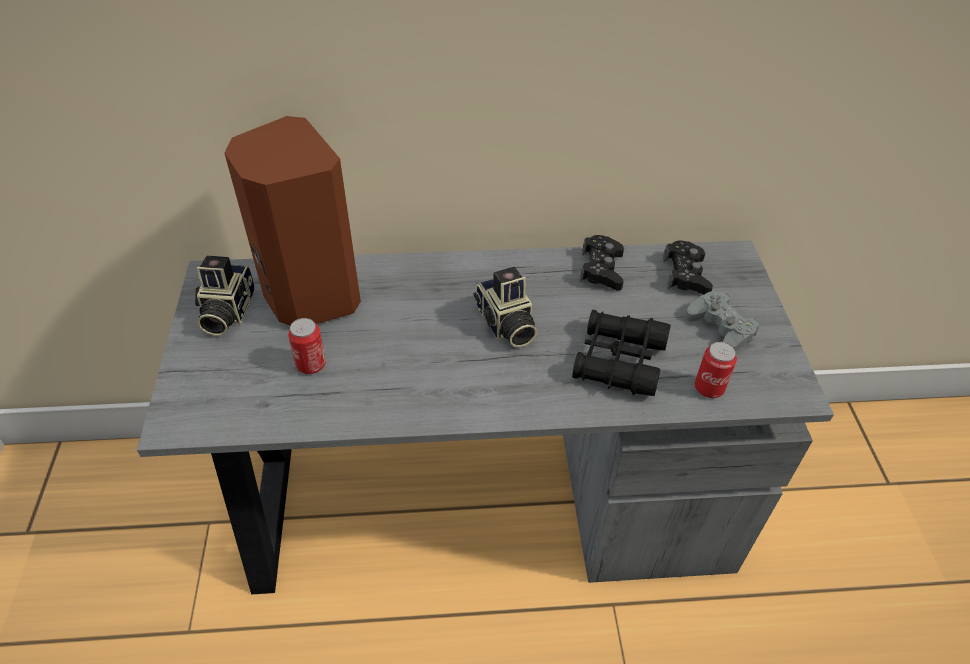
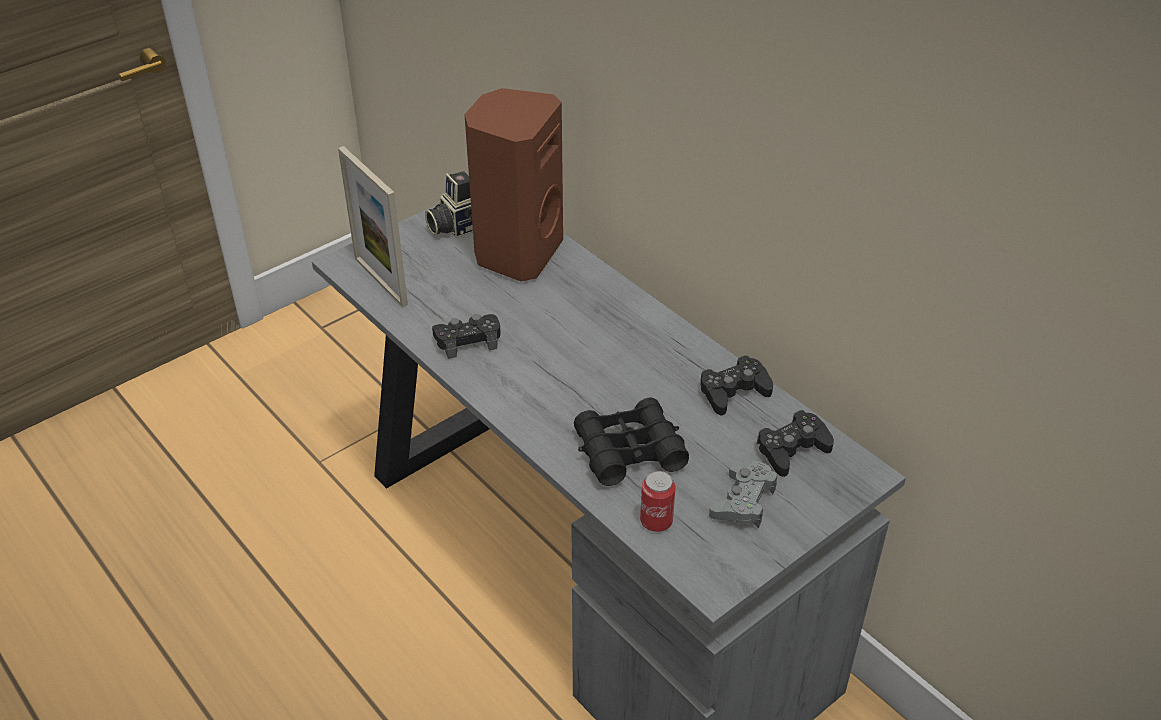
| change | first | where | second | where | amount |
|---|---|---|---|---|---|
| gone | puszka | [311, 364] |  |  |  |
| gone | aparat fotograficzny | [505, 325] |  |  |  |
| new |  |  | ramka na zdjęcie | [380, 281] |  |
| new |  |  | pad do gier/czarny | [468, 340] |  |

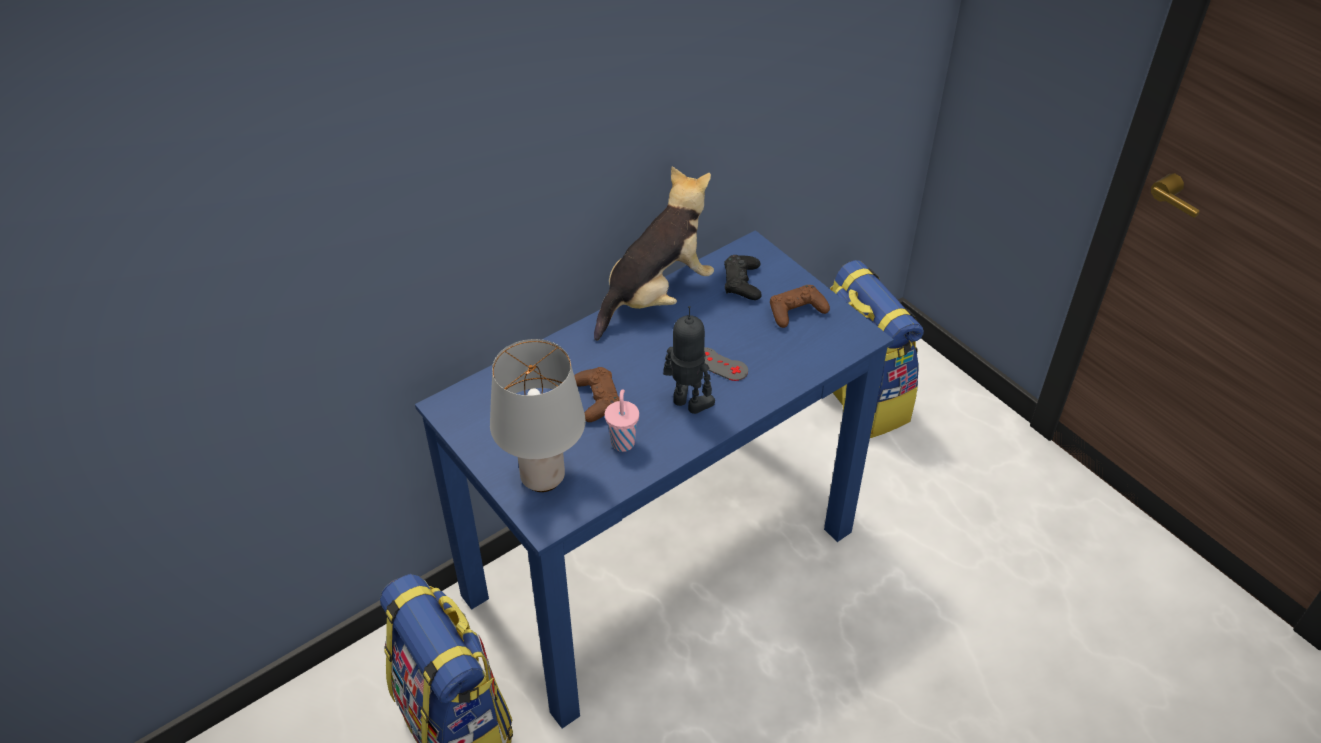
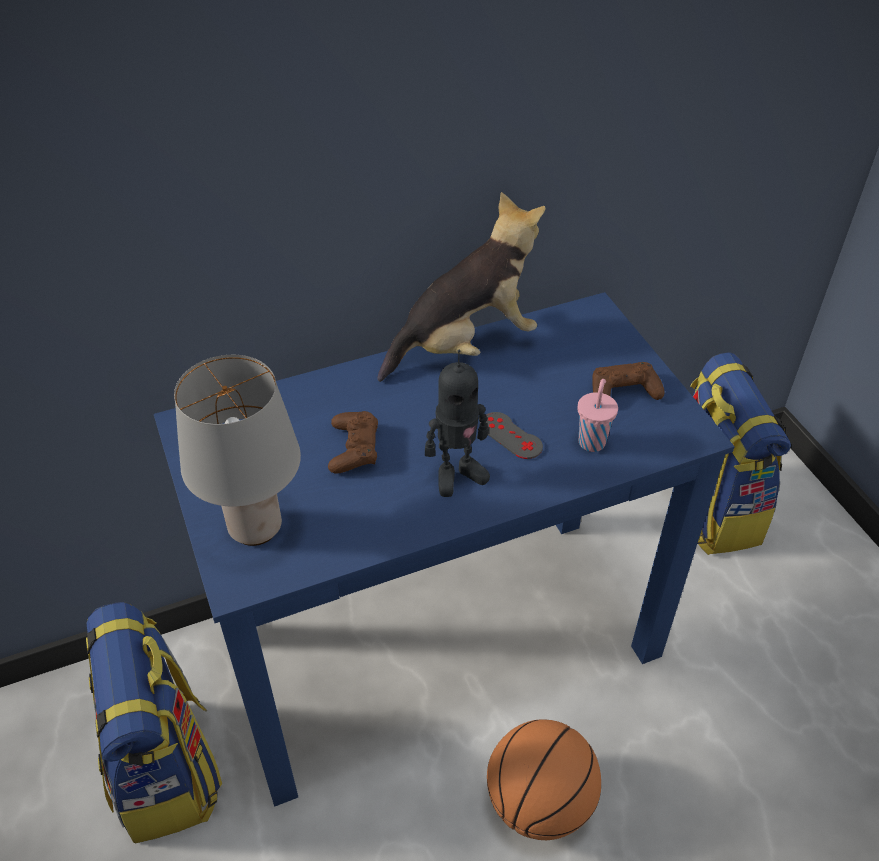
| change | first | where | second | where | amount |
|---|---|---|---|---|---|
| gone | pad do gier/czarny | [742, 283] |  |  |  |
| new |  |  | piłka do koszykówki | [539, 802] |  |
| shifted | filiżanka/różowy | [623, 441] |  | [592, 441] |  |
| rotated | robot zabawkowy | [688, 403] |  | [457, 474] | 105 degrees clockwise |

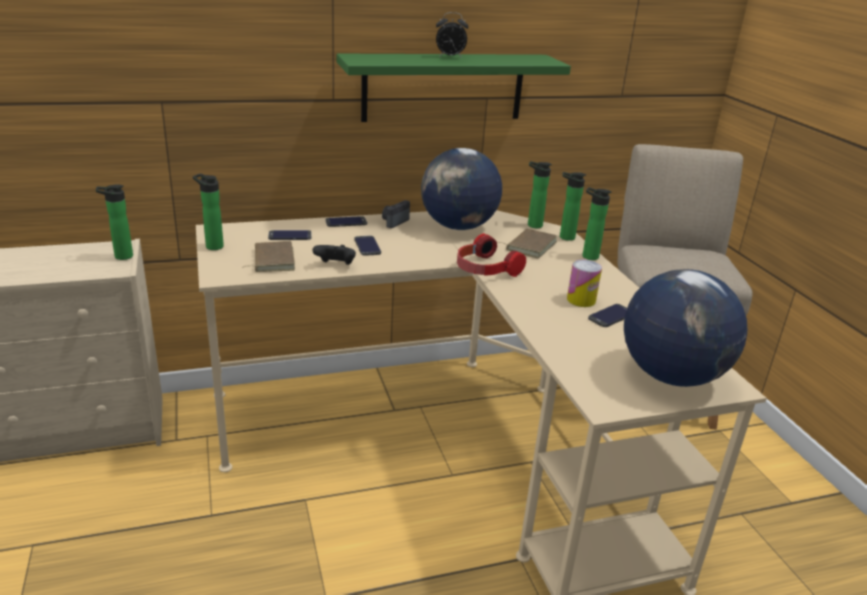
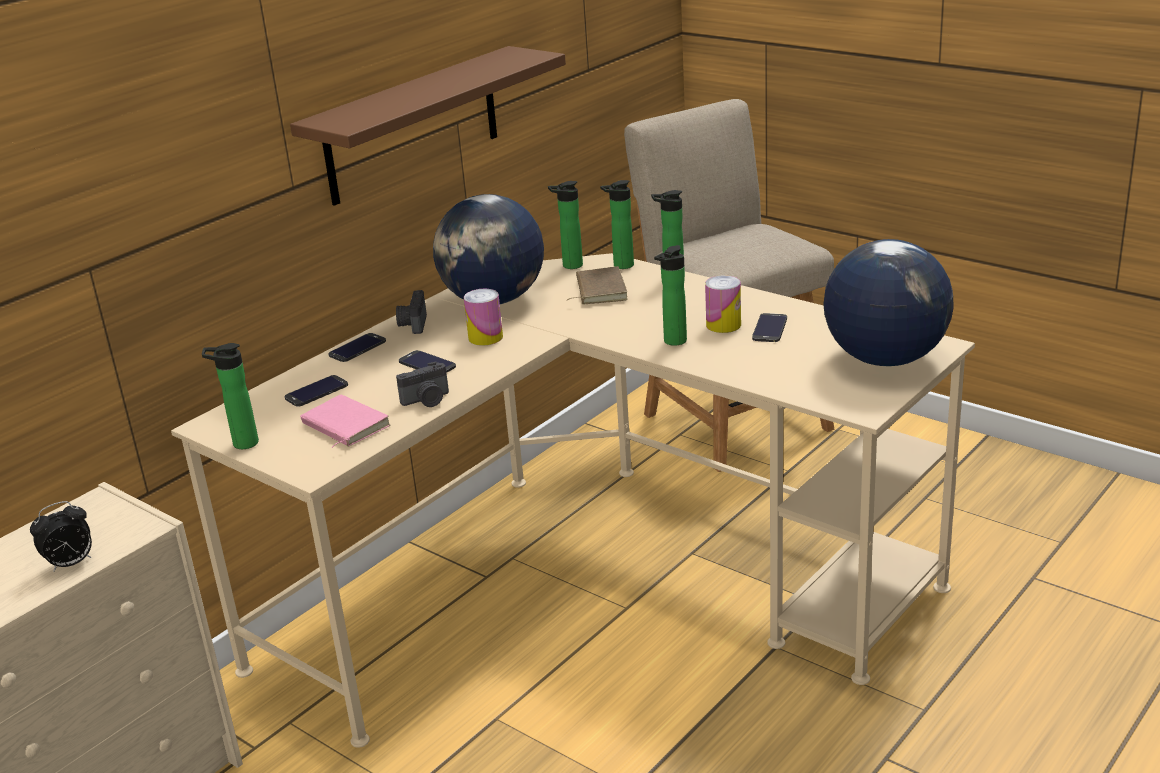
| change | first | where | second | where | amount |
|---|---|---|---|---|---|
| gone | słuchawki | [484, 269] |  |  |  |
| new |  |  | puszka | [485, 337] |  |
| shifted | butelka | [120, 256] |  | [673, 342] |  |
| shifted | budzik | [450, 57] |  | [71, 564] |  |
| swapped | pad do gier/czarny | [335, 266] | aparat fotograficzny | [427, 400] |  |
| repainted | książka/brązowy | [272, 260] | książka/różowy | [343, 426] |  |
| repainted | półka/zielony | [443, 87] | półka/brązowy | [412, 126] |  |

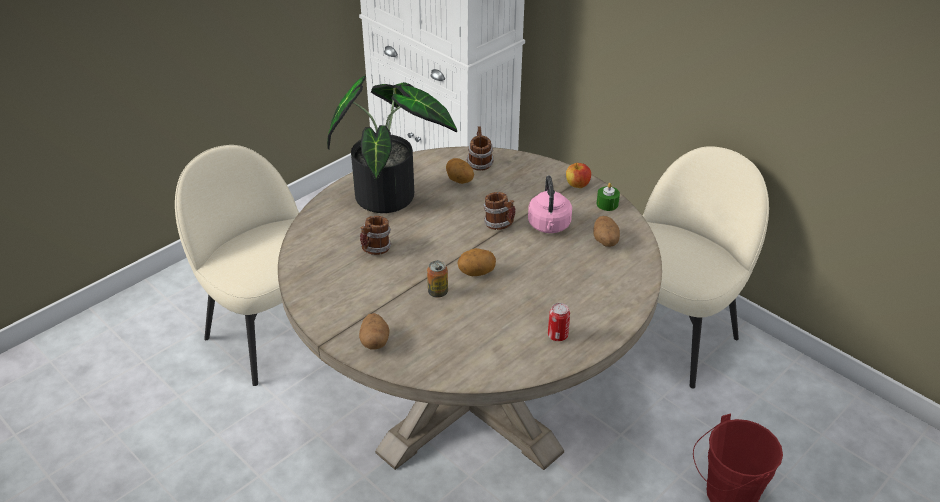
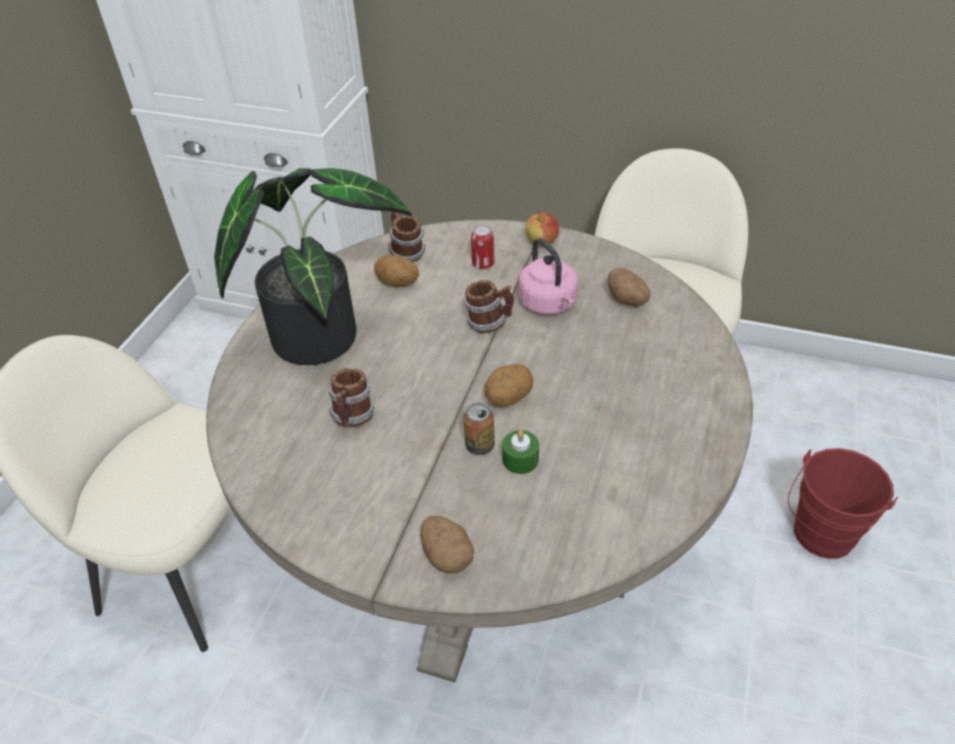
| change | first | where | second | where | amount |
|---|---|---|---|---|---|
| shifted | puszka | [557, 335] |  | [483, 264] |  |
| shifted | świeca/zielony | [607, 204] |  | [520, 459] |  |

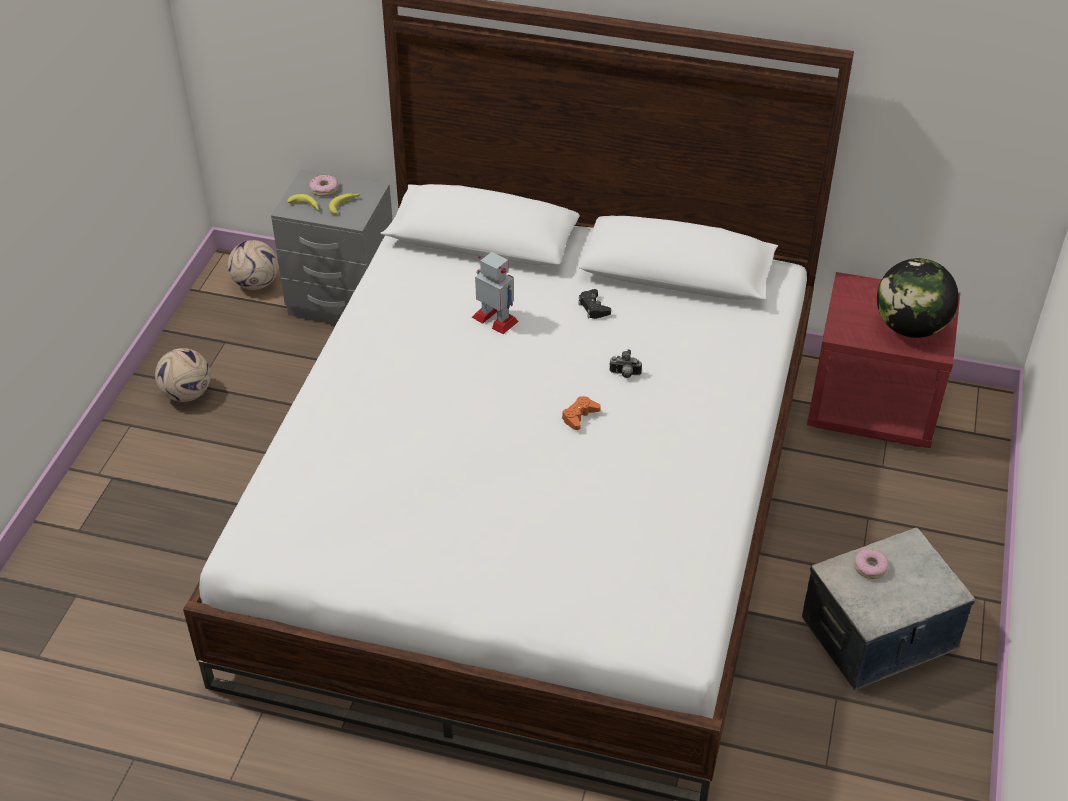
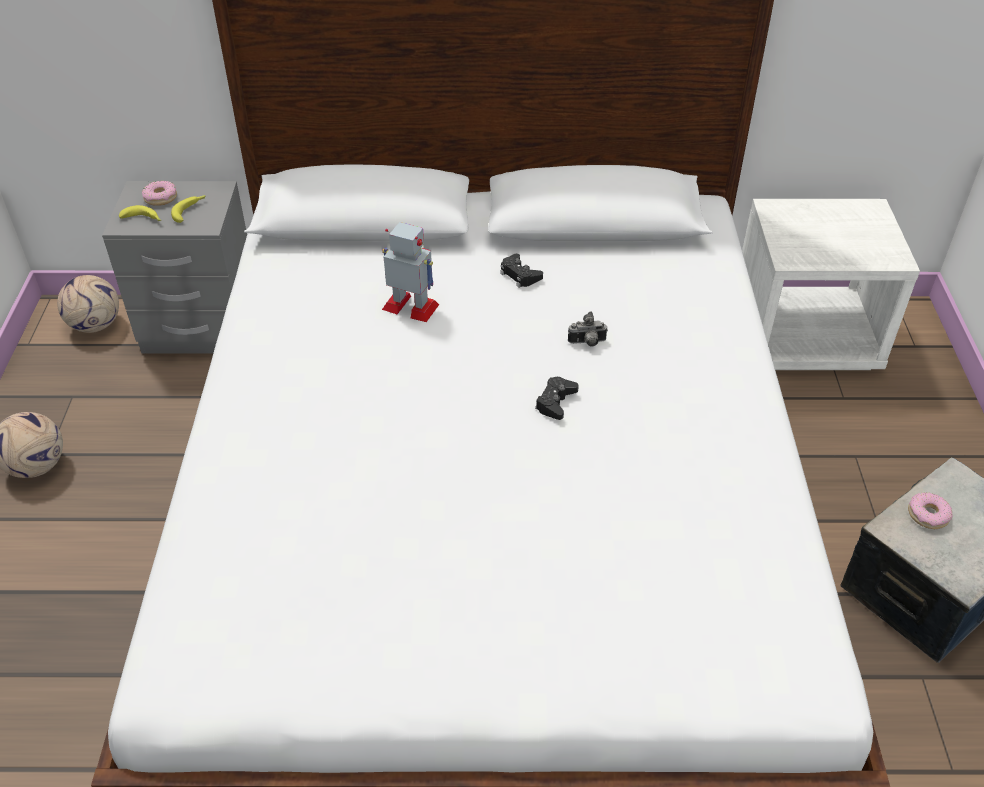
| change | first | where | second | where | amount |
|---|---|---|---|---|---|
| gone | globus | [910, 327] |  |  |  |
| repainted | pad do gier/pomarańczowy | [579, 416] | pad do gier/czarny | [555, 402] |  |
| repainted | szafka nocna/czerwony | [873, 406] | szafka nocna/biały | [804, 337] |  |

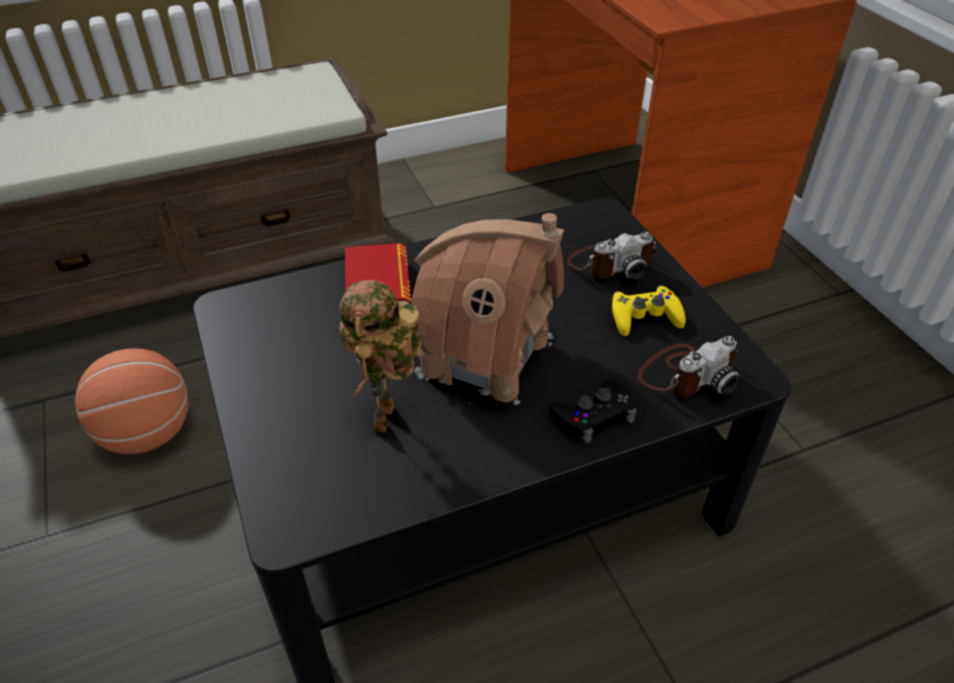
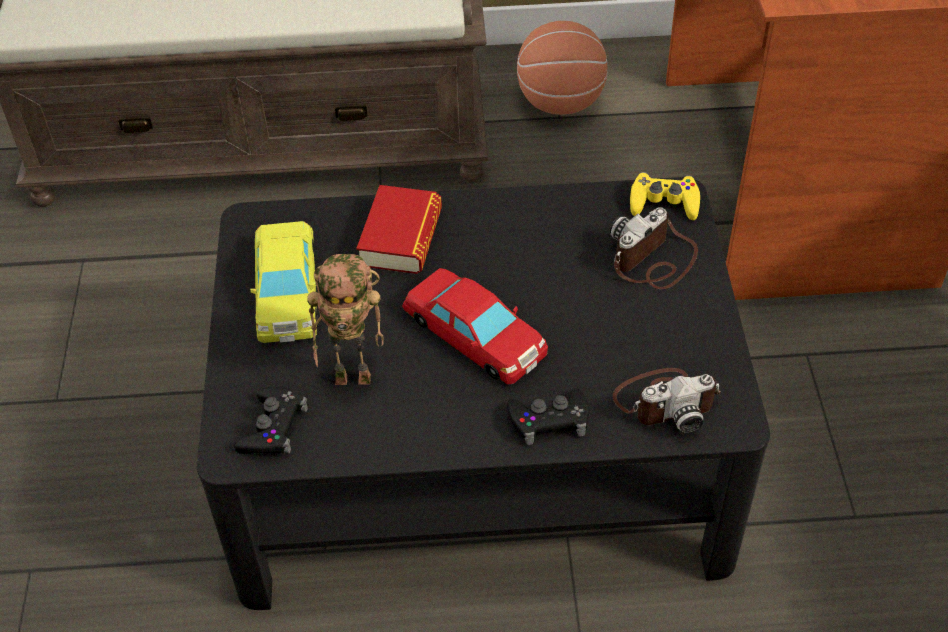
| change | first | where | second | where | amount |
|---|---|---|---|---|---|
| new |  |  | pad do gier/czarny | [273, 427] |  |
| new |  |  | samochodzik/żółty | [286, 290] |  |
| shifted | piłka do koszykówki | [148, 433] |  | [561, 103] |  |
| shifted | pad do gier/żółty | [644, 317] |  | [664, 202] |  |
| swapped | domek | [486, 356] | samochodzik/czerwony | [475, 333] |  |
| rotated | robot zabawkowy | [387, 421] |  | [355, 376] | 120 degrees counterclockwise |
| rotated | aparat fotograficzny | [611, 263] |  | [653, 260] | 135 degrees clockwise |

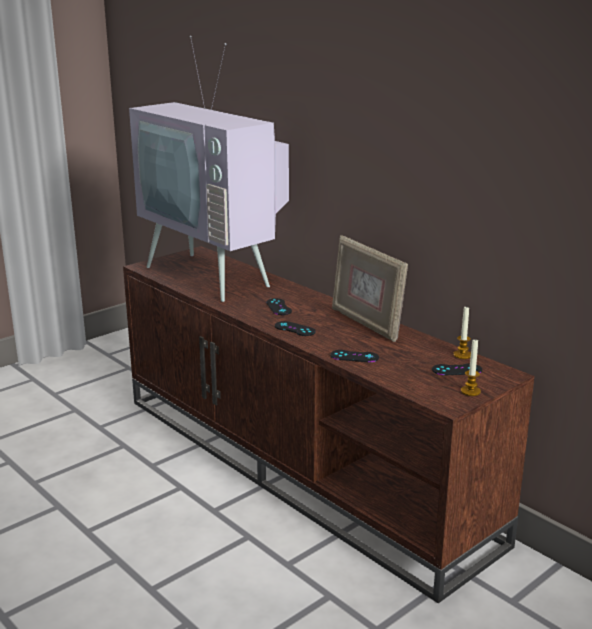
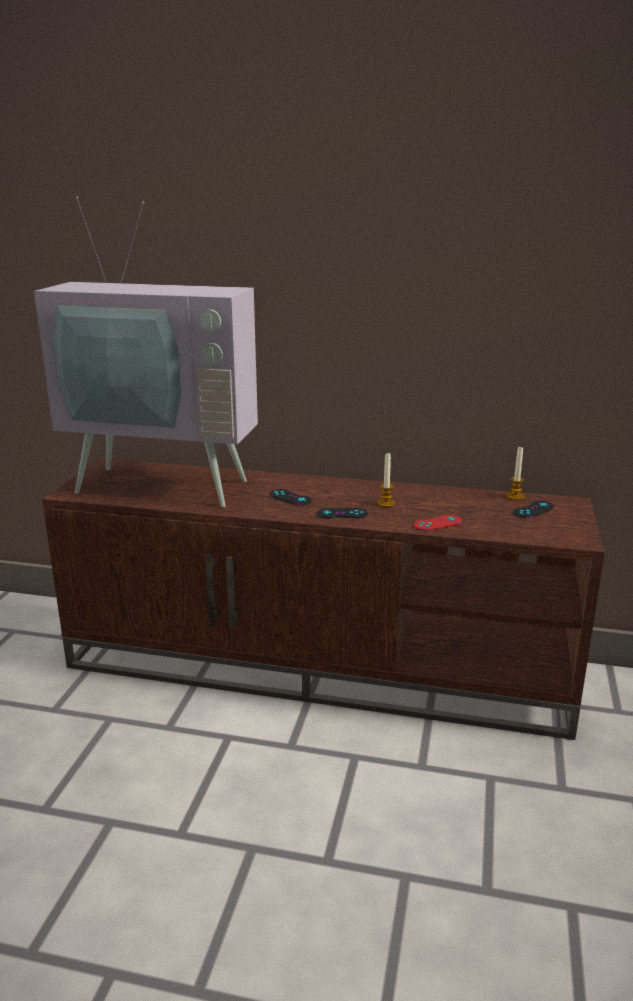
| change | first | where | second | where | amount |
|---|---|---|---|---|---|
| gone | ramka na zdjęcie | [366, 324] |  |  |  |
| shifted | świeca | [470, 391] |  | [386, 503] |  |
| repainted | pad do gier/czarny | [354, 356] | pad do gier/czerwony | [437, 523] |  |

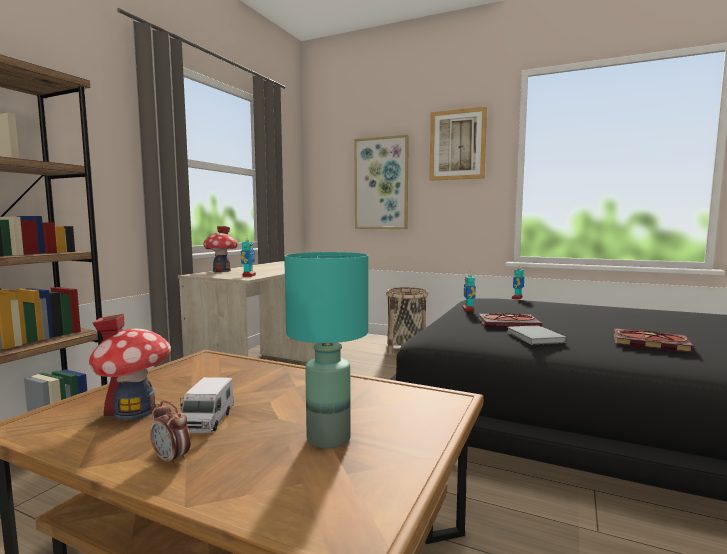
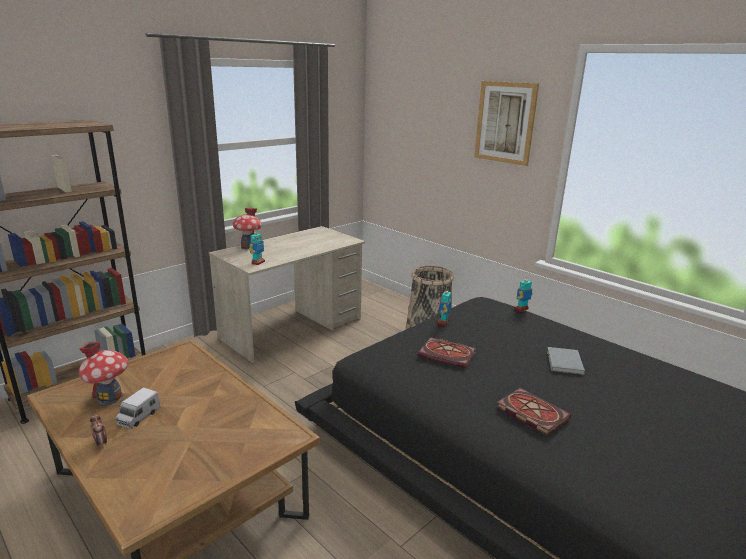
| change | first | where | second | where | amount |
|---|---|---|---|---|---|
| gone | lampa stołowa/turkusowy | [327, 438] |  |  |  |
| gone | obraz | [381, 183] |  |  |  |
| shifted | książka/szary | [534, 338] |  | [564, 363] |  |

